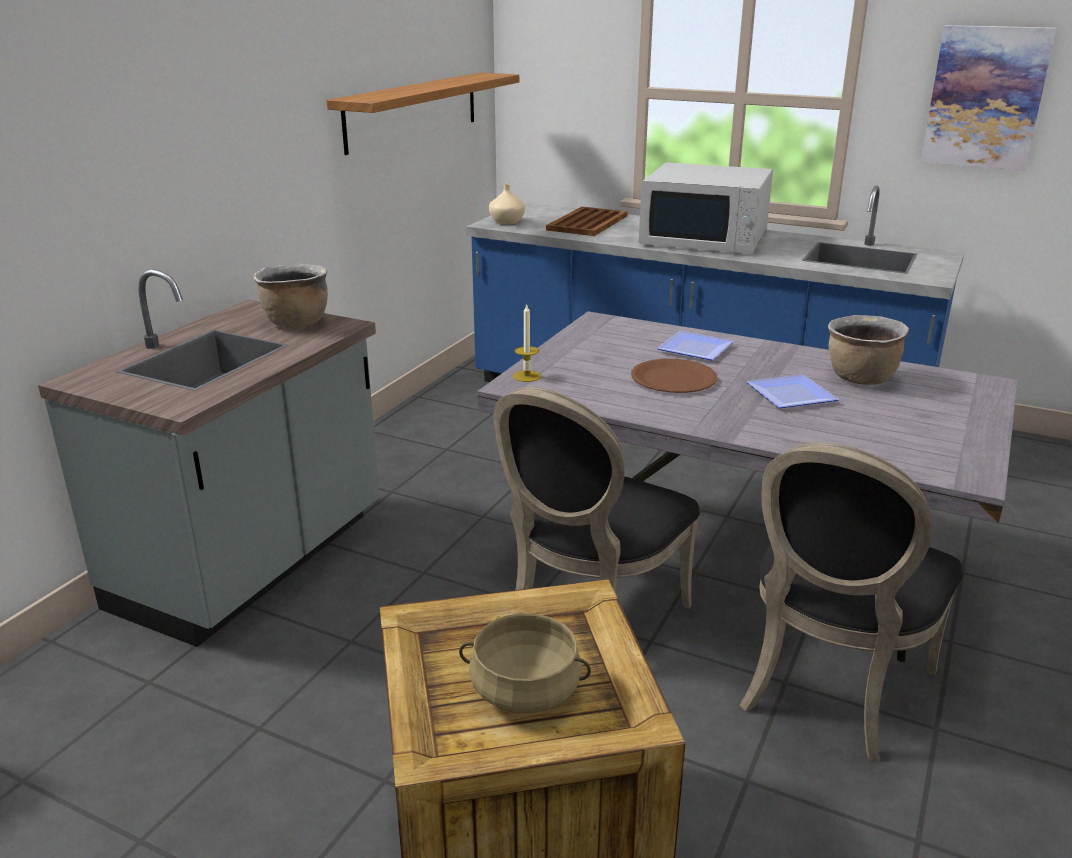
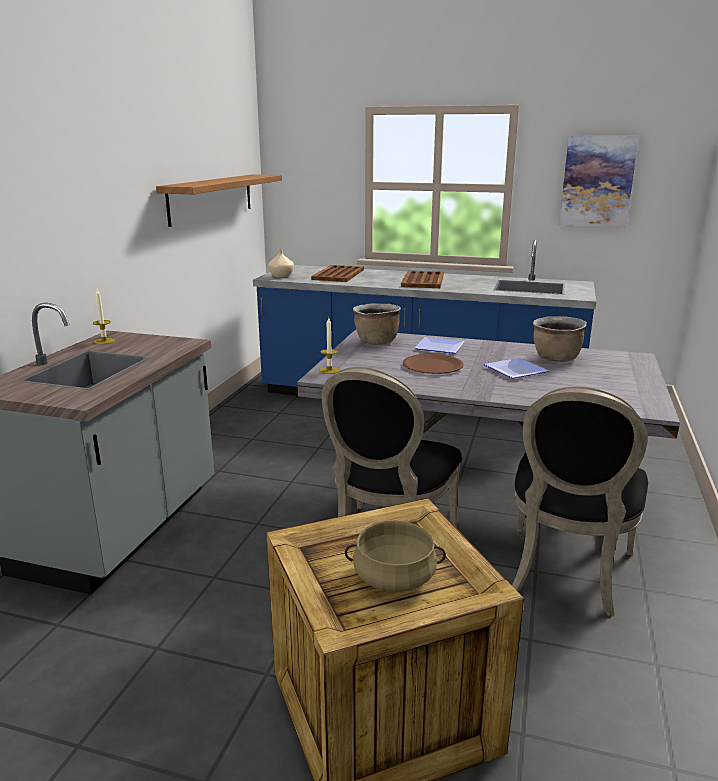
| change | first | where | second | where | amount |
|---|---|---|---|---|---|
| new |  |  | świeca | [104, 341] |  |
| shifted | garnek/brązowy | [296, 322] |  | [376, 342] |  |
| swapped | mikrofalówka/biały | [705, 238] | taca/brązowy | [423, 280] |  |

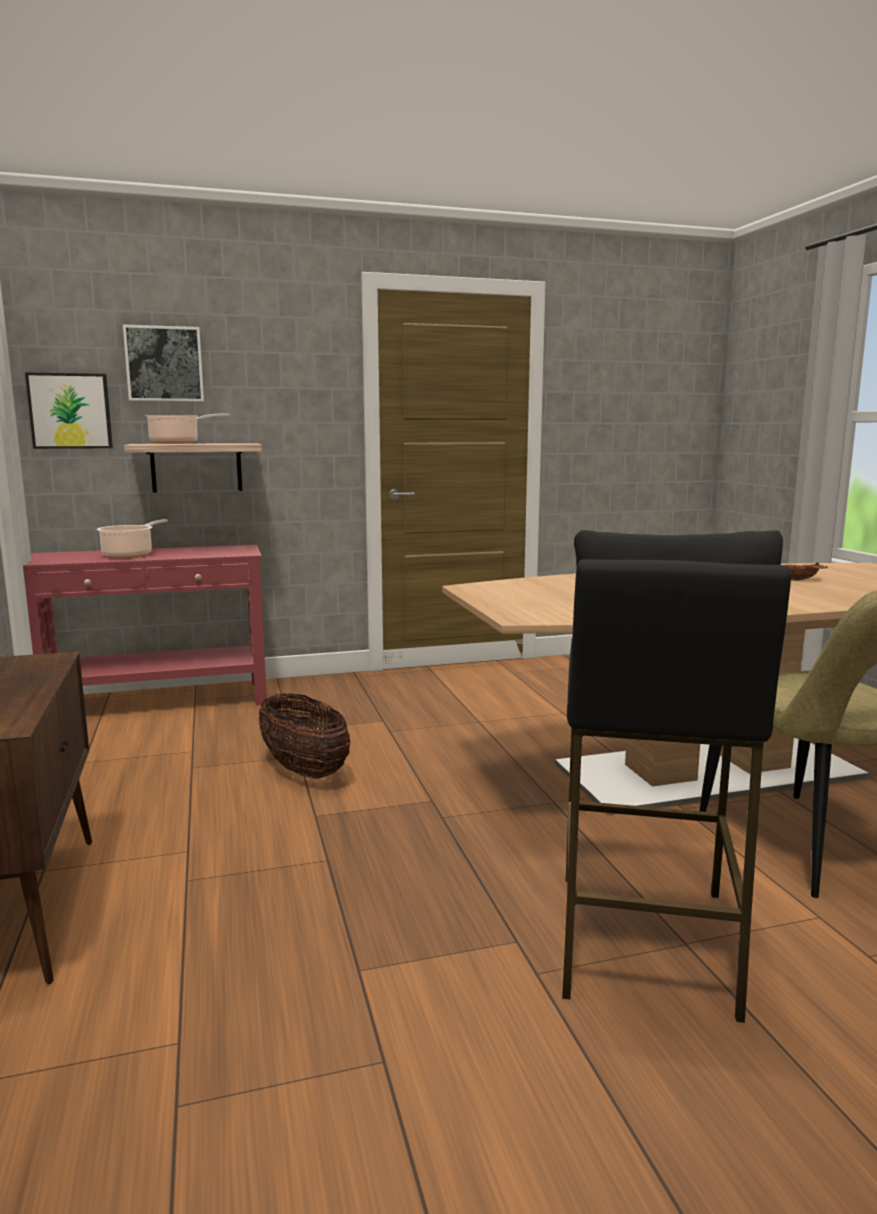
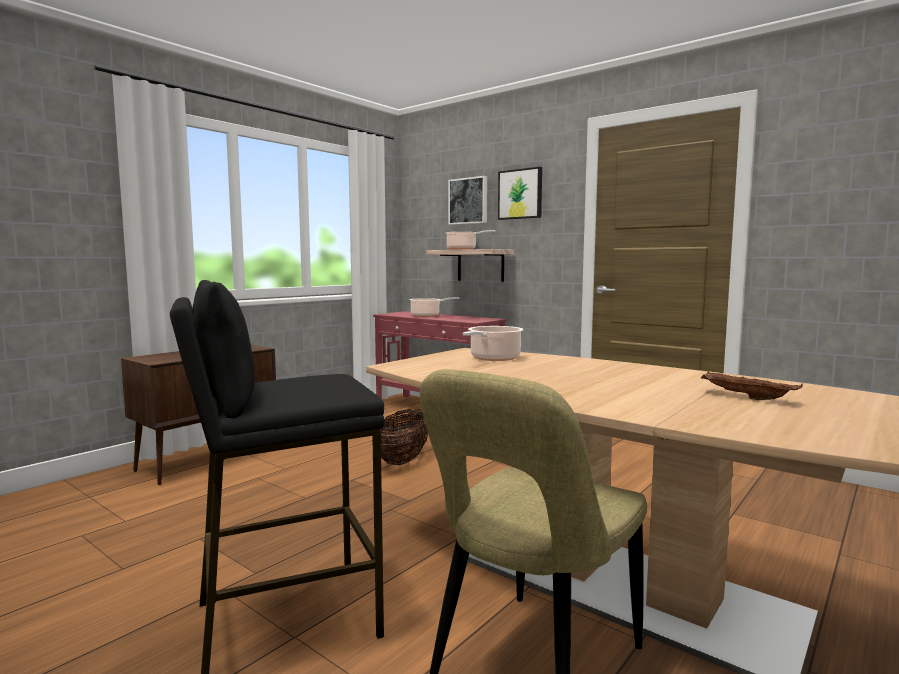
| change | first | where | second | where | amount |
|---|---|---|---|---|---|
| new |  |  | garnek | [493, 358] |  |
| shifted | obraz | [70, 411] |  | [520, 194] |  |

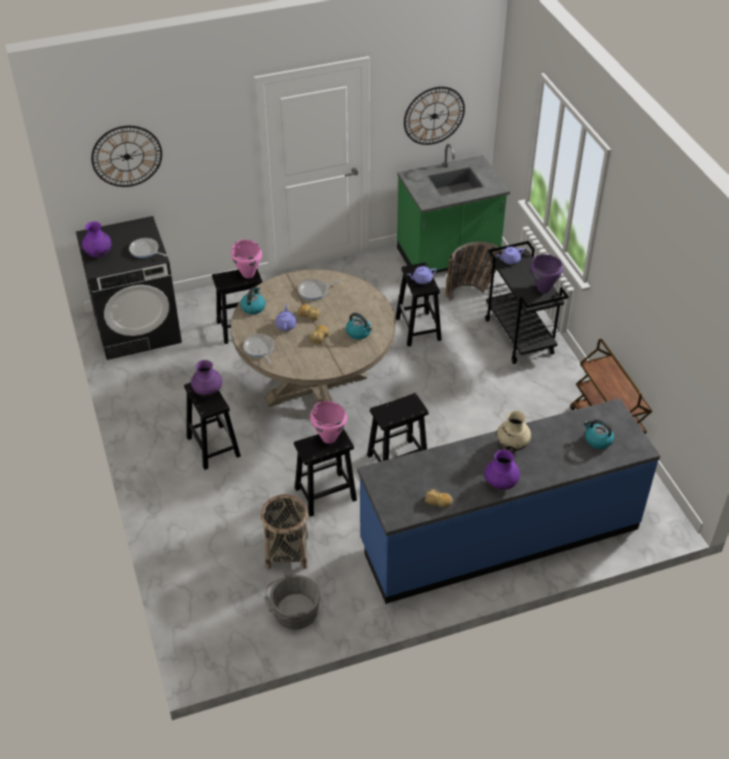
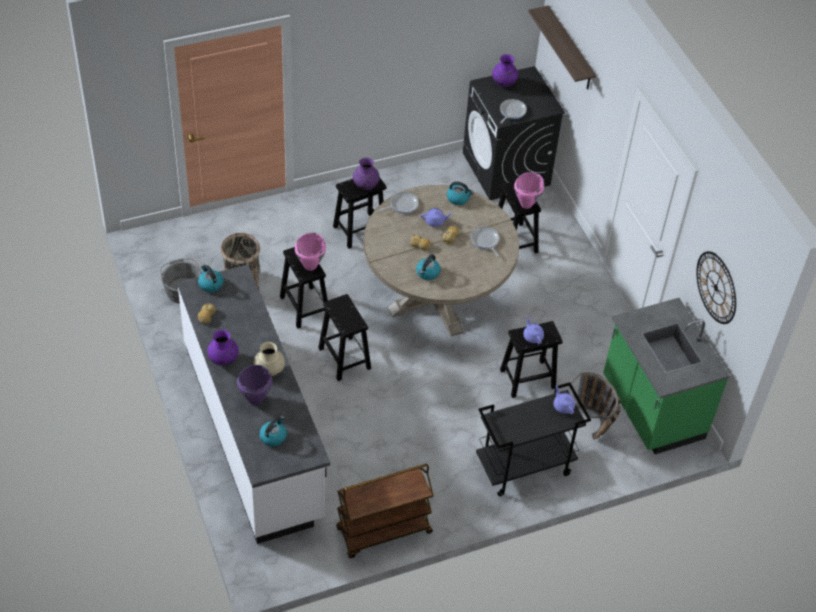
| change | first | where | second | where | amount |
|---|---|---|---|---|---|
| new |  |  | czajnik | [210, 284] |  |
| shifted | garnek/fioletowy | [543, 289] |  | [255, 399] |  |
| swapped | zegar ścienny | [127, 156] | półka | [570, 49] |  |
| repainted | zabudowa kuchenna/niebieski | [499, 535] | zabudowa kuchenna/biały | [254, 431] |  |

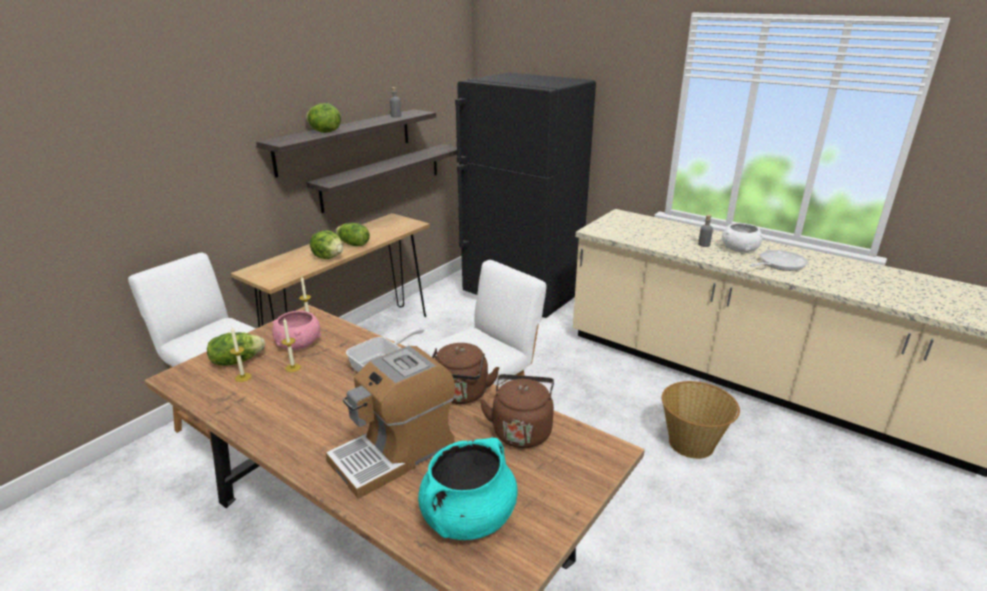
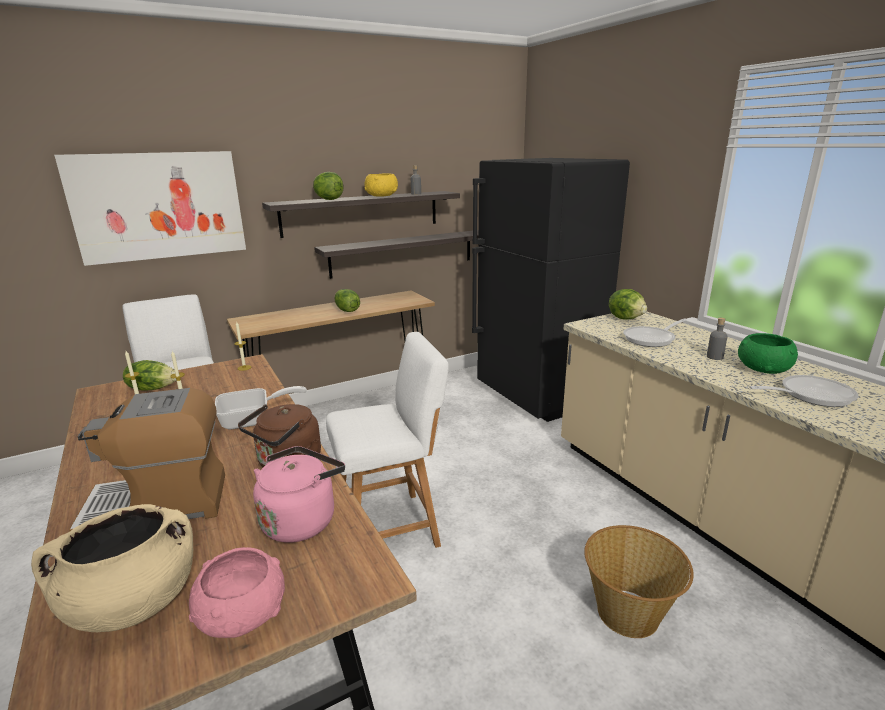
| change | first | where | second | where | amount |
|---|---|---|---|---|---|
| new |  |  | obraz | [159, 206] |  |
| new |  |  | miska/żółty | [381, 196] |  |
| new |  |  | patelnia | [652, 339] |  |
| shifted | miska/różowy | [298, 343] |  | [242, 614] |  |
| shifted | sałata | [328, 257] |  | [626, 318] |  |
| repainted | garnek/turkusowy | [468, 518] | garnek/beżowy | [133, 603] |  |
| repainted | czajnik/brązowy | [521, 430] | czajnik/różowy | [301, 520] |  |
| repainted | miska/biały | [739, 249] | miska/zielony | [763, 369] |  |

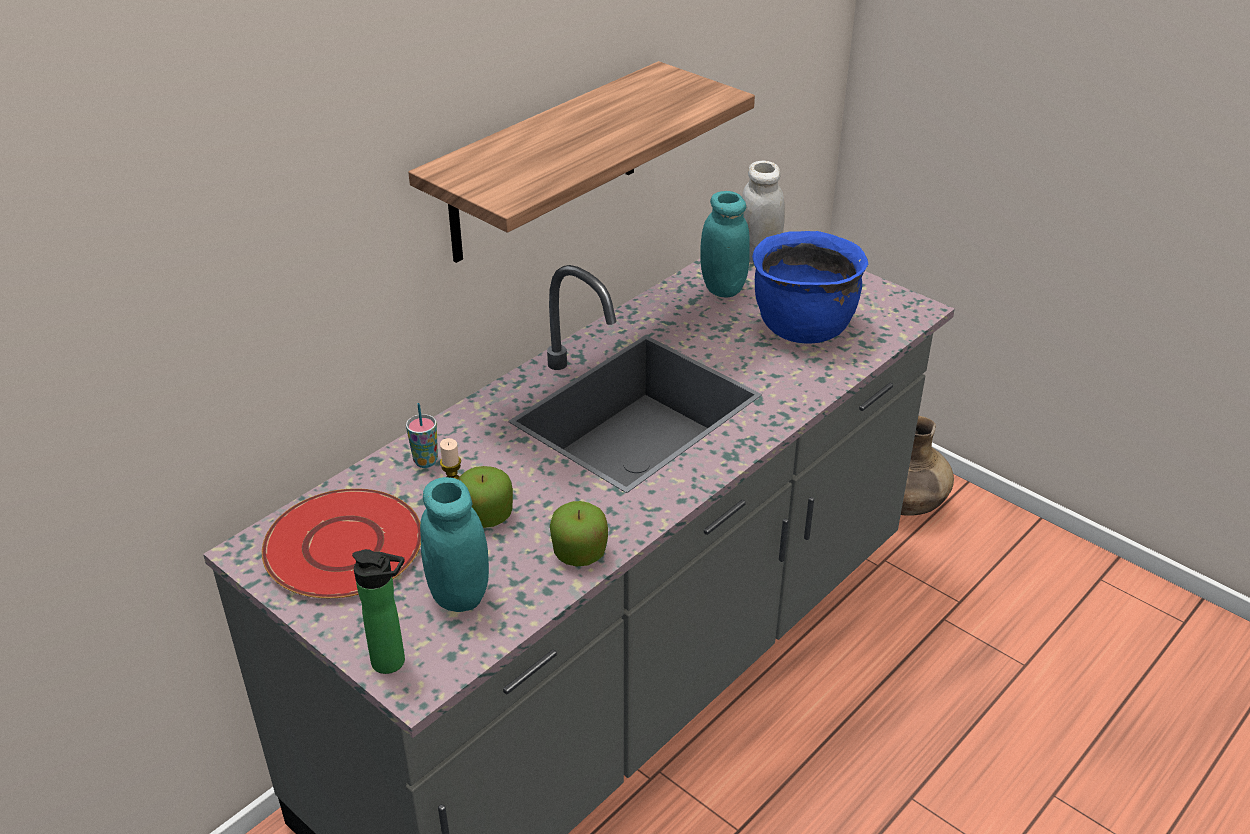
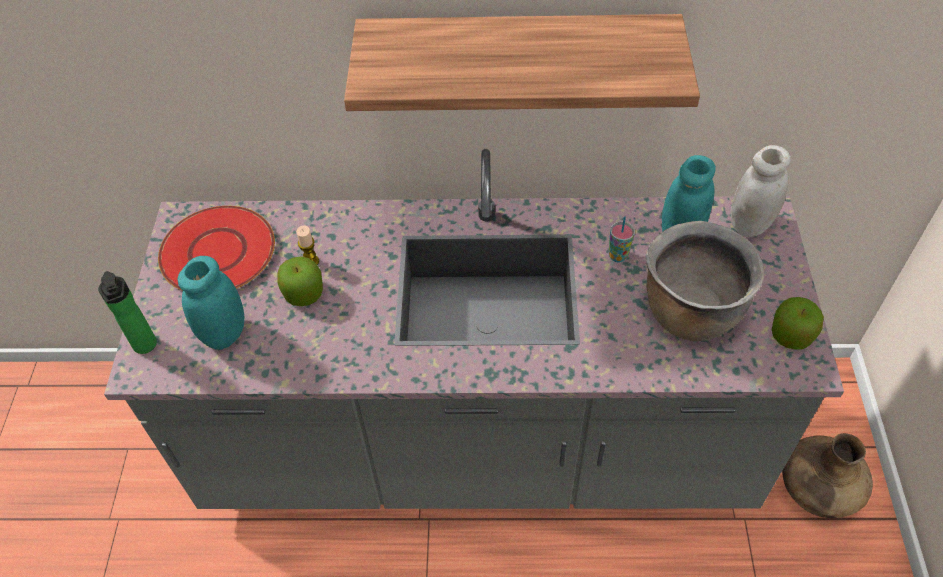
| change | first | where | second | where | amount |
|---|---|---|---|---|---|
| shifted | filiżanka | [425, 461] |  | [618, 256] |  |
| shifted | jabłko | [579, 553] |  | [791, 335] |  |
| repainted | garnek/niebieski | [802, 327] | garnek/brązowy | [690, 312] |  |

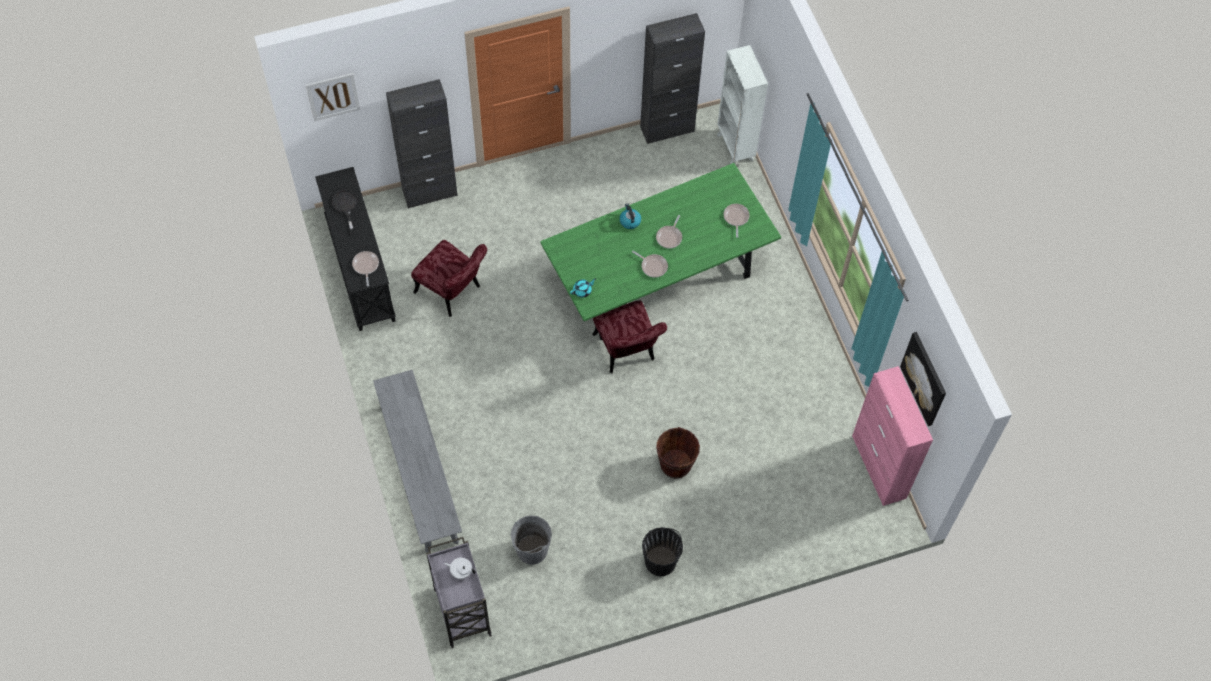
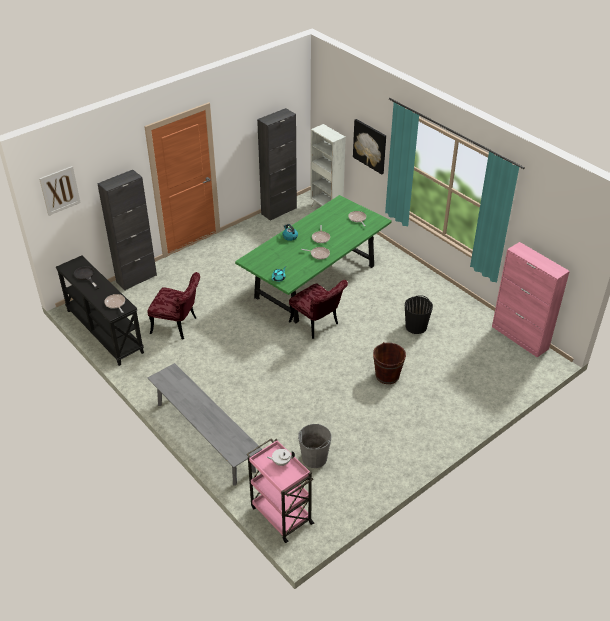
| change | first | where | second | where | amount |
|---|---|---|---|---|---|
| shifted | wiadro/czarny | [660, 561] |  | [416, 326] |  |
| shifted | obraz | [925, 378] |  | [370, 146] |  |
| repainted | wózek/szary | [461, 609] | wózek/różowy | [280, 514] |  |

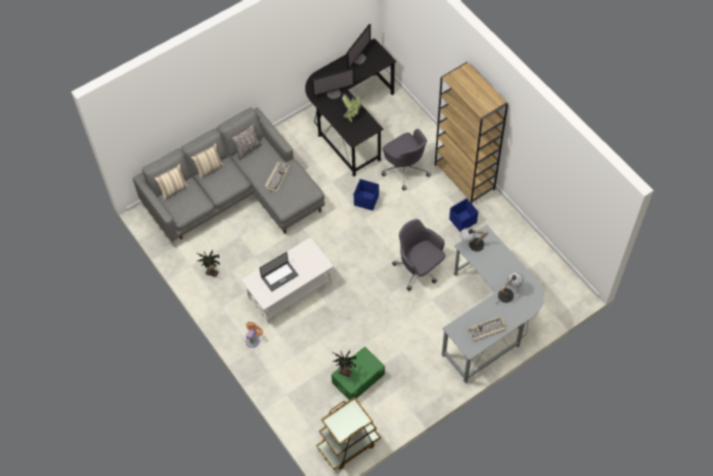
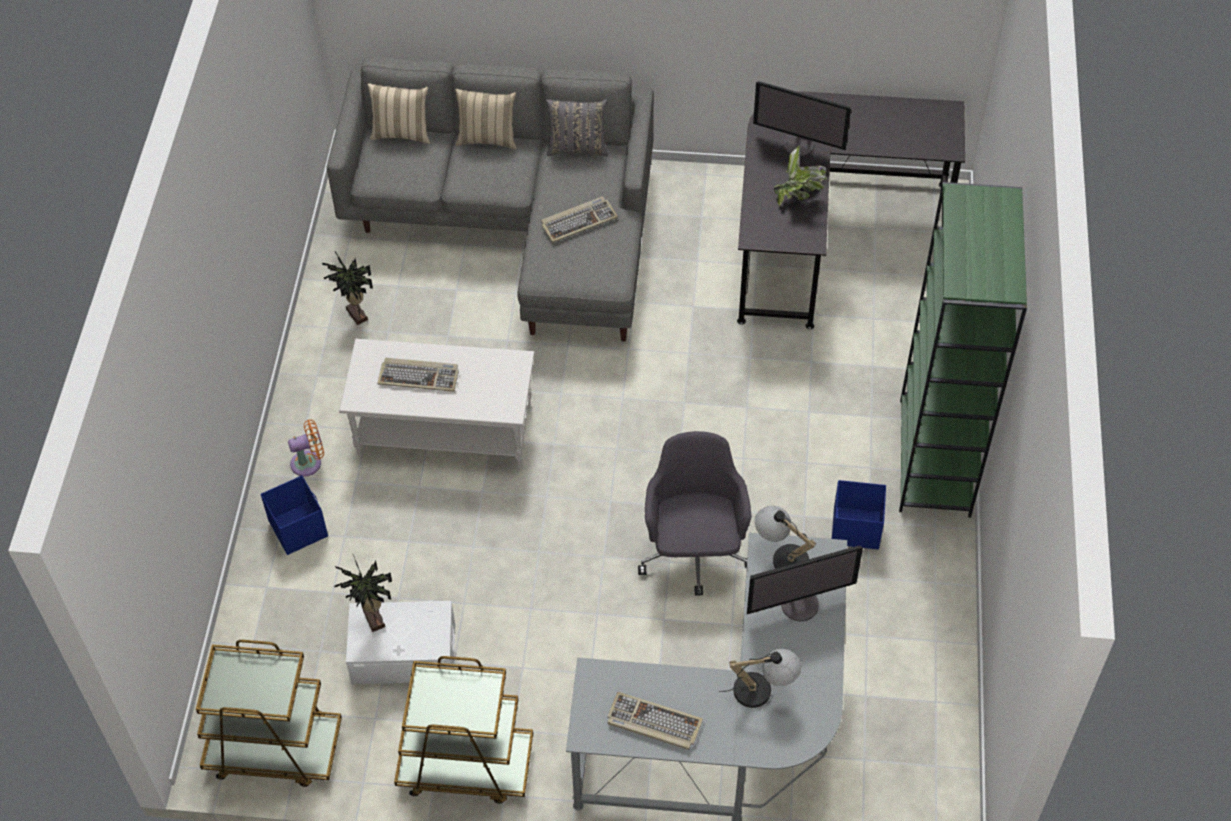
| change | first | where | second | where | amount |
|---|---|---|---|---|---|
| gone | krzesło biurowe/szary | [405, 168] |  |  |  |
| new |  |  | wózek/brązowy | [465, 765] |  |
| shifted | monitor | [358, 58] |  | [799, 603] |  |
| shifted | pojemnik do przechowywania/niebieski | [366, 200] |  | [298, 528] |  |
| swapped | laptop | [279, 276] | klawiatura | [419, 376] |  |
| repainted | pojemnik do przechowywania/zielony | [358, 378] | pojemnik do przechowywania/biały | [403, 653] |  |
| repainted | regał/brązowy | [465, 177] | regał/zielony | [935, 458] |  |

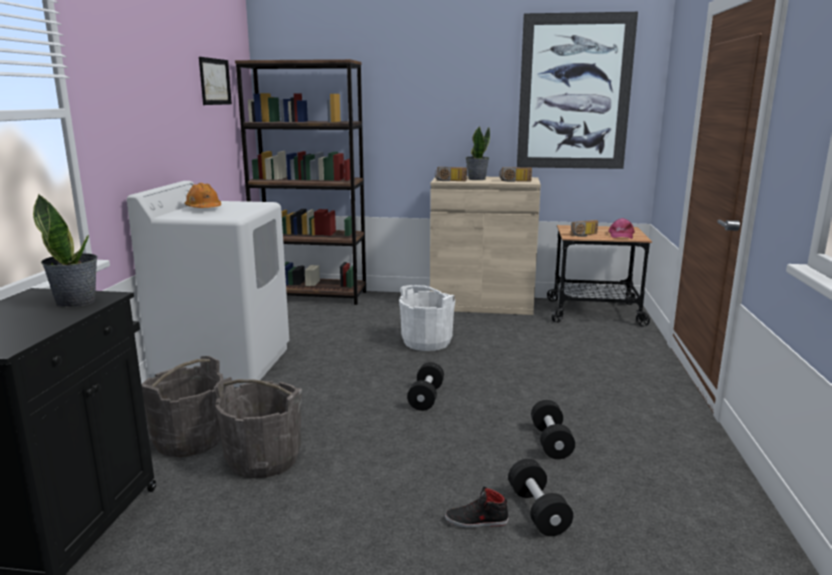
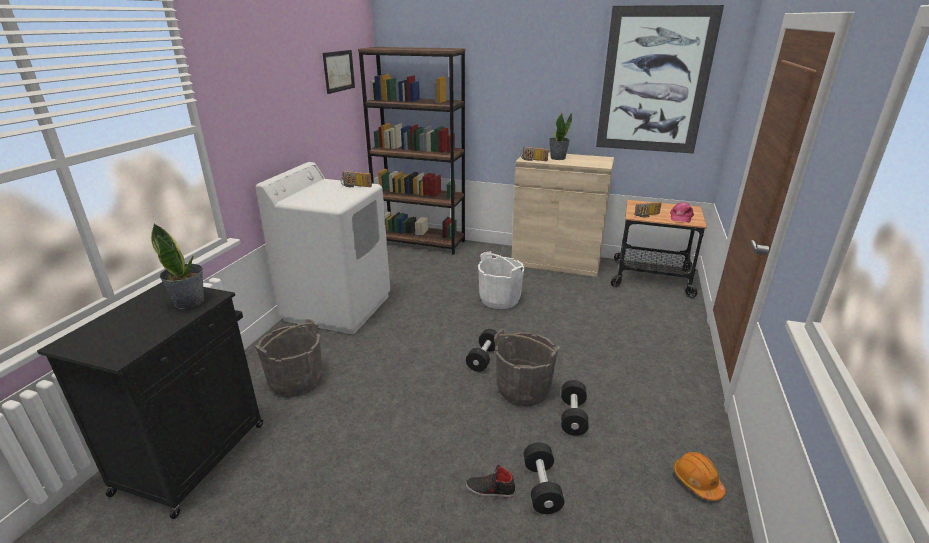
| change | first | where | second | where | amount |
|---|---|---|---|---|---|
| shifted | kask/pomarańczowy | [204, 208] |  | [697, 481] |  |
| shifted | wiadro/szary | [264, 459] |  | [523, 389] |  |
| shifted | radio | [515, 181] |  | [355, 186] |  |

